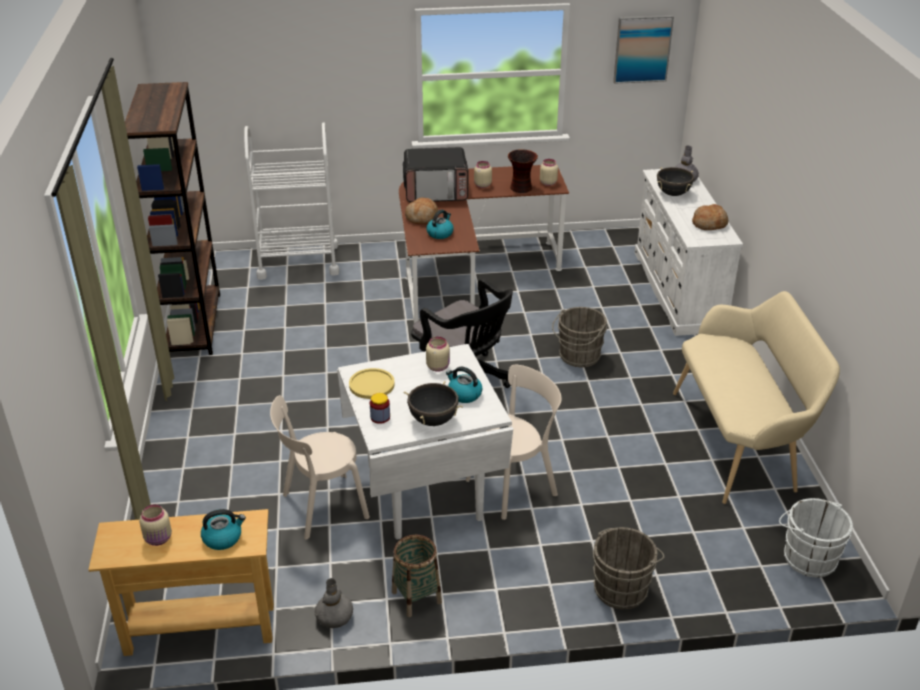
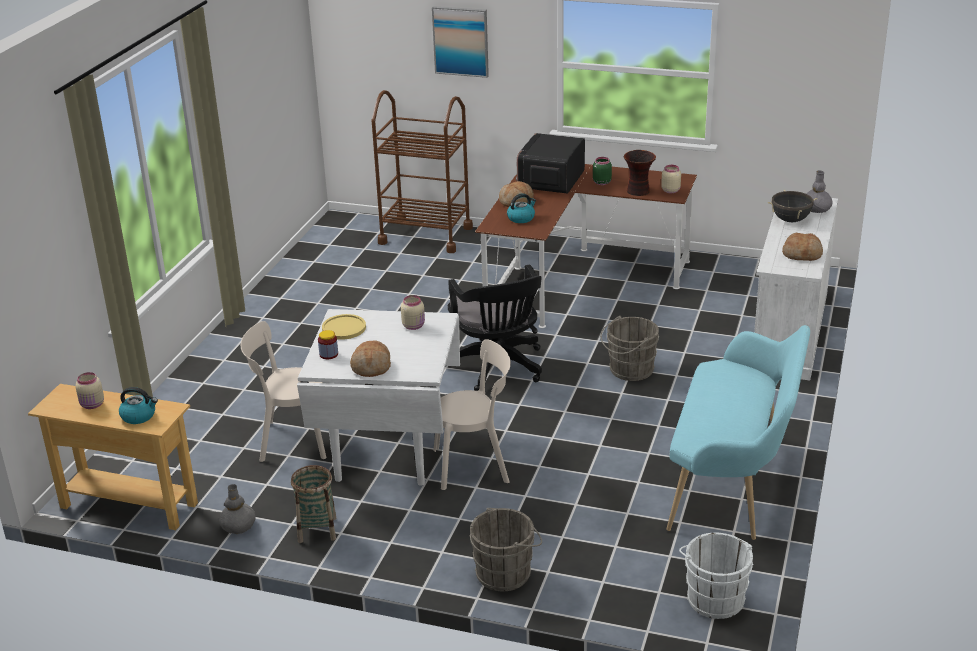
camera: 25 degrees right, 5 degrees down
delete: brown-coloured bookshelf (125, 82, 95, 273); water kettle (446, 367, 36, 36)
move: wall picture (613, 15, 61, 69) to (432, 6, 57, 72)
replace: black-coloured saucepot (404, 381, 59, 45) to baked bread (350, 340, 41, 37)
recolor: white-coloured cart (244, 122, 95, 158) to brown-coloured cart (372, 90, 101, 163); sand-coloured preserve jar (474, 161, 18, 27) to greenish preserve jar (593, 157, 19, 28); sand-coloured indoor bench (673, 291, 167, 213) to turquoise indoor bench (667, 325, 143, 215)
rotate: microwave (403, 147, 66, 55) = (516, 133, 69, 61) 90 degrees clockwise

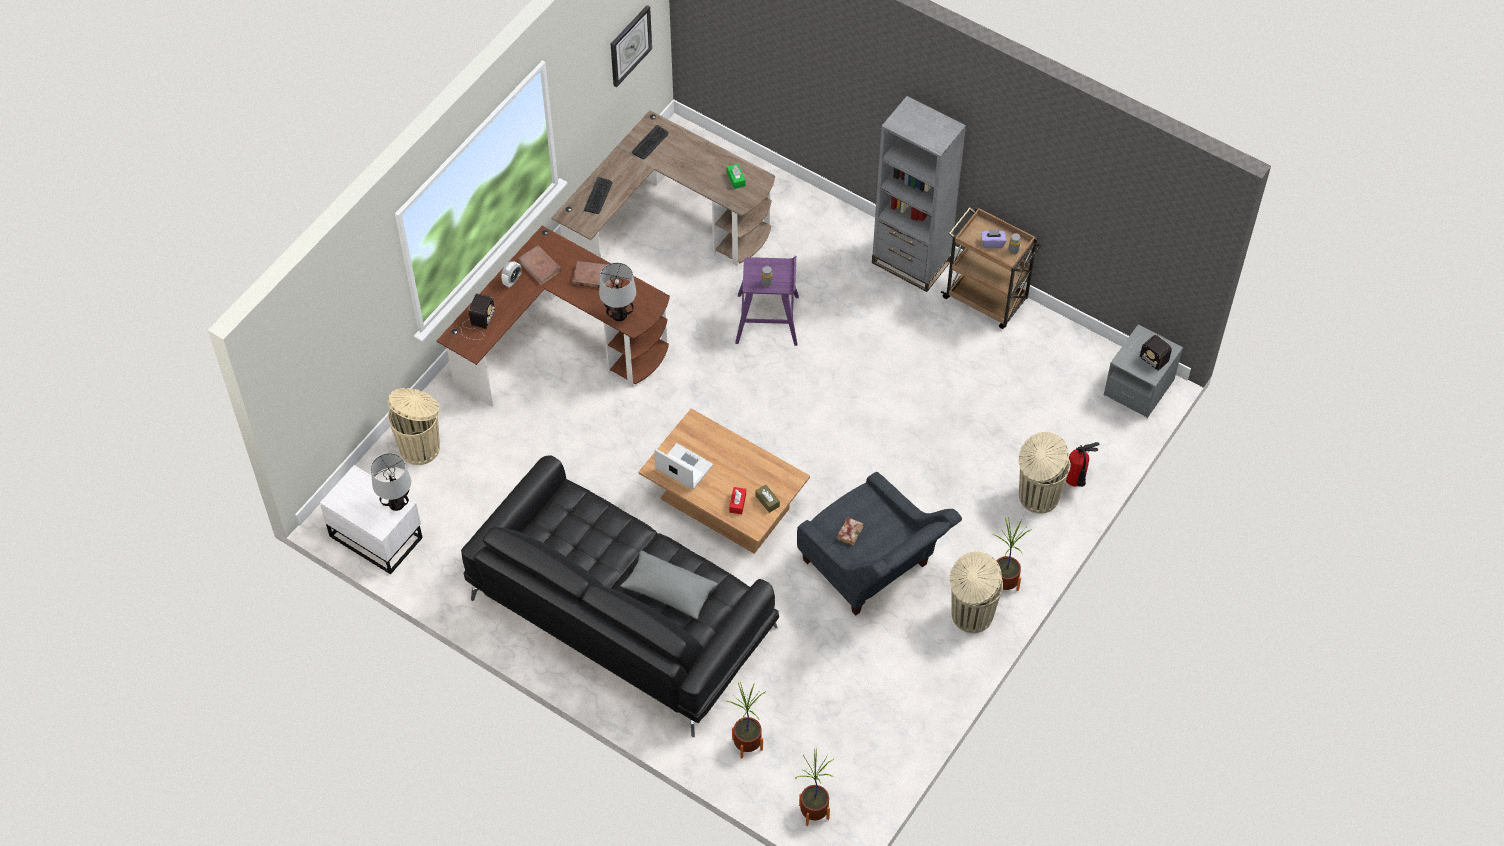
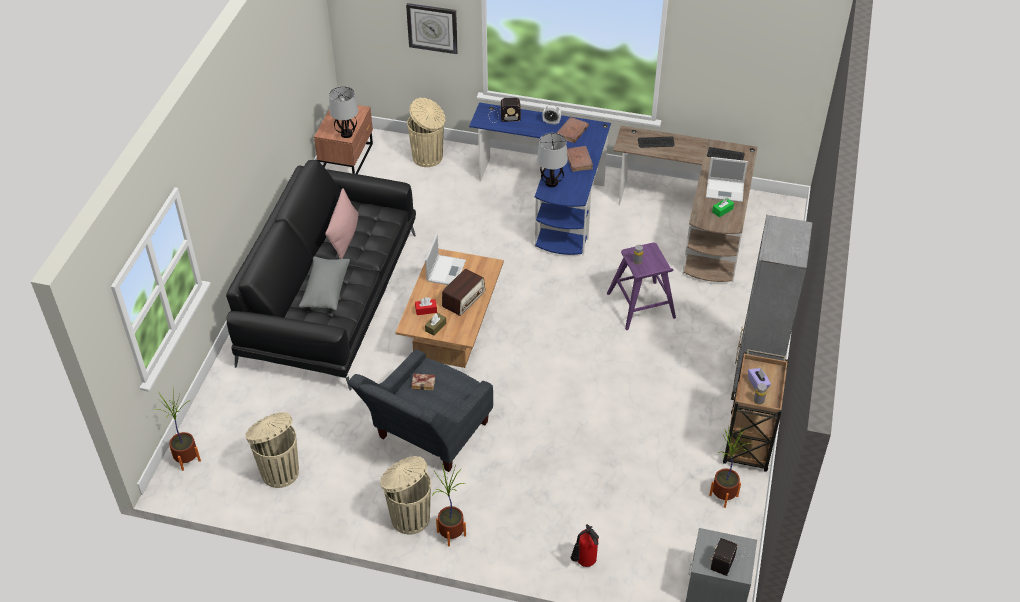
camera: 70 degrees right, 10 degrees down
insert: pink-coloured cushion (325, 188, 34, 71); radio set (442, 269, 43, 47); portable computer (706, 157, 42, 45)
move: sand-coloured trash can (1018, 432, 52, 82) to (245, 412, 54, 76); clock on the wall (611, 5, 41, 82) to (406, 3, 52, 51); plant in a pot (726, 682, 40, 76) to (709, 427, 41, 81)
recolor: white-coloured nightstand (320, 465, 103, 109) to brown-coloured nightstand (314, 105, 59, 69); brown-coloured desk (437, 226, 233, 181) to blue-coloured desk (469, 102, 142, 153)

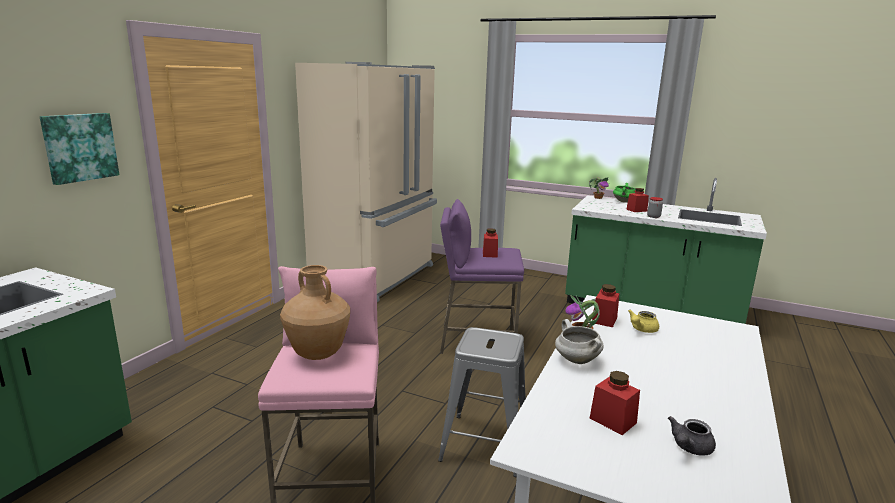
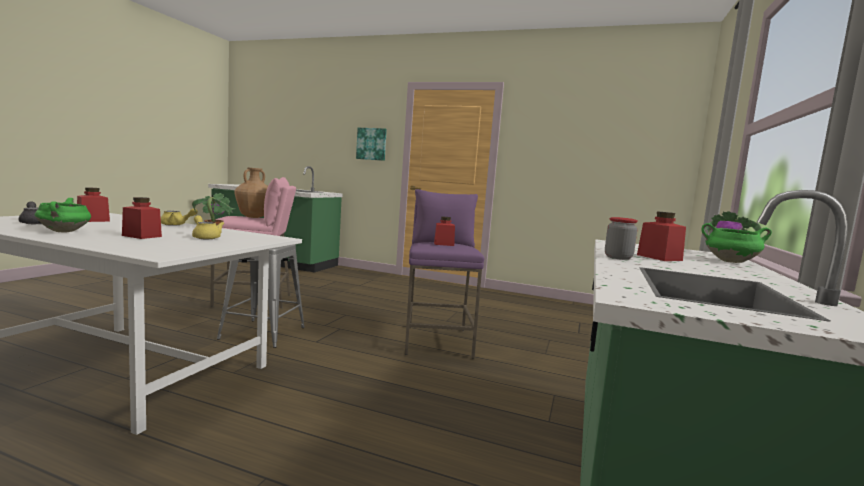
camera: 85 degrees right, 10 degrees down
delete: sand-coloured refrigerator (295, 62, 142, 240)
insert: greenish saucepot (35, 198, 56, 34)
move: red-coloured preserve jar (592, 284, 28, 43) to (122, 197, 40, 42)
replace: white-coloured saucepot (555, 319, 49, 45) to yellow-coloured pot for tea (161, 208, 37, 18)

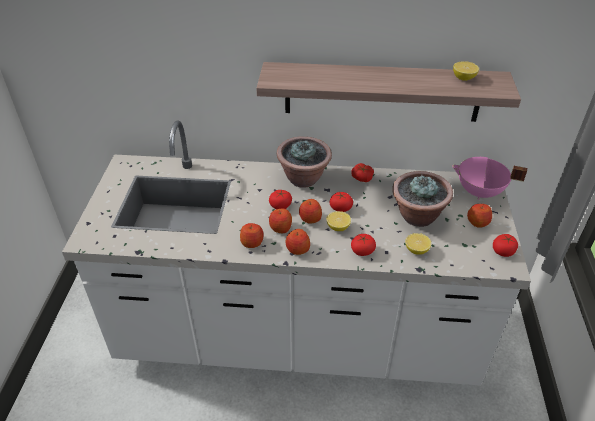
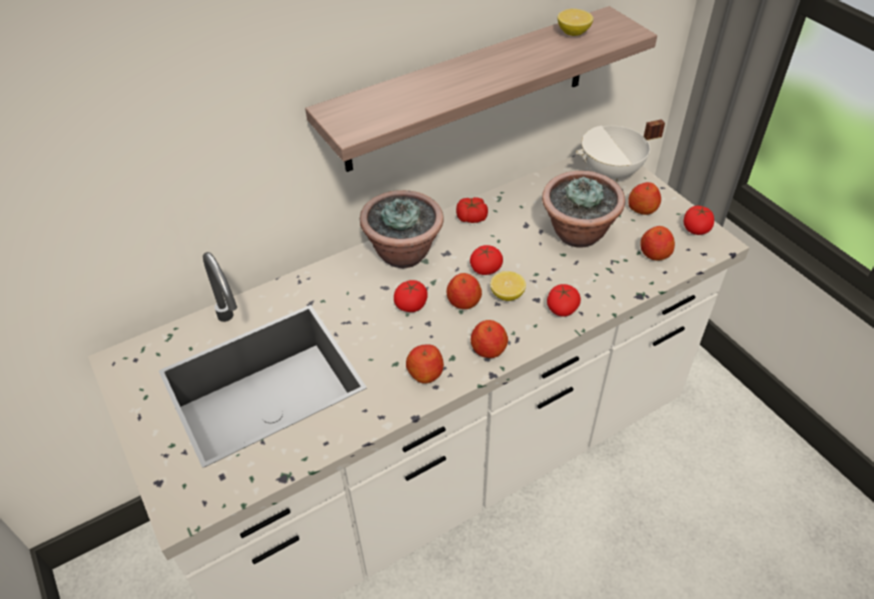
camera: 35 degrees left, 5 degrees up
delete: lemon (405, 233, 26, 22)
move: apple (269, 209, 23, 24) to (640, 226, 35, 35)
recolor: pink-coloured saucepot (452, 157, 75, 43) to white-coloured saucepot (576, 119, 89, 63)

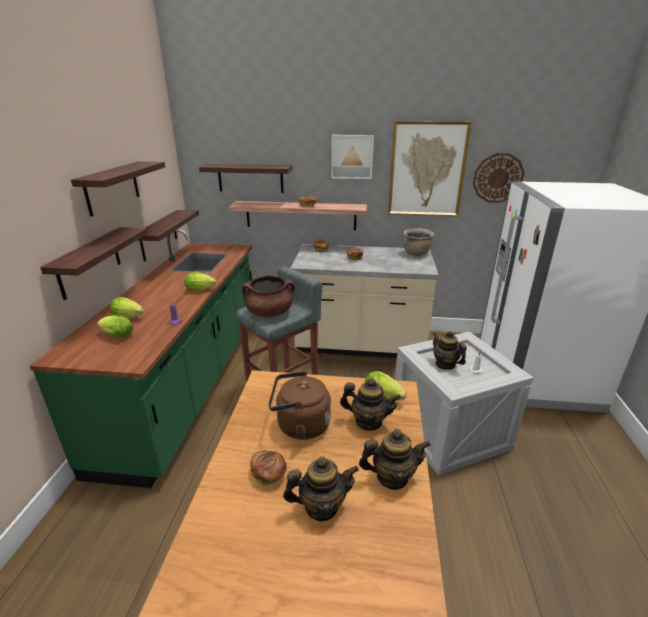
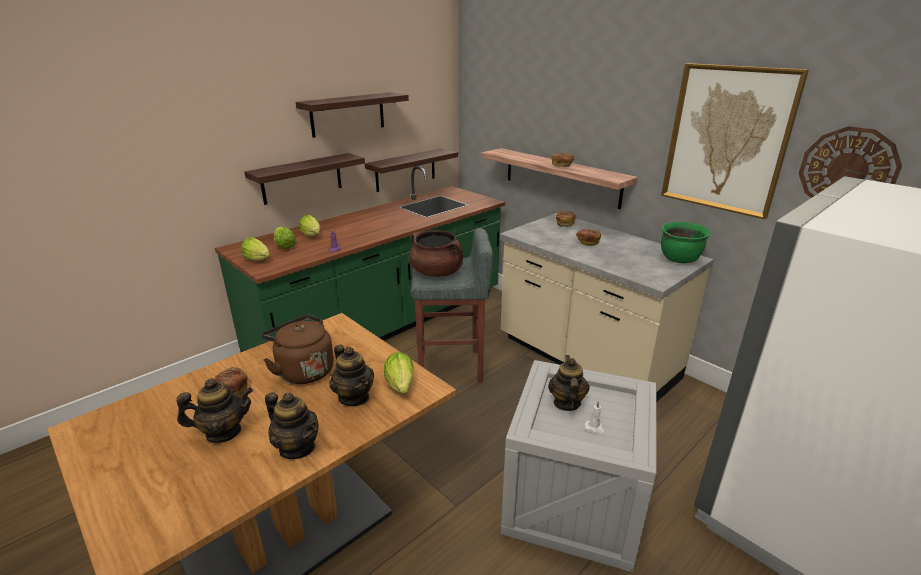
camera: 40 degrees right, 0 degrees up
delete: bracket shelf (199, 164, 94, 29); wall picture (331, 135, 43, 44)
move: head of lettuce (184, 272, 32, 19) to (241, 237, 29, 24)
recolor: brown-coloured saucepot (403, 228, 31, 28) to greenish saucepot (661, 222, 50, 41)
rotate: pot for tea (283, 457, 76, 65) = (176, 378, 77, 65) 45 degrees counterclockwise

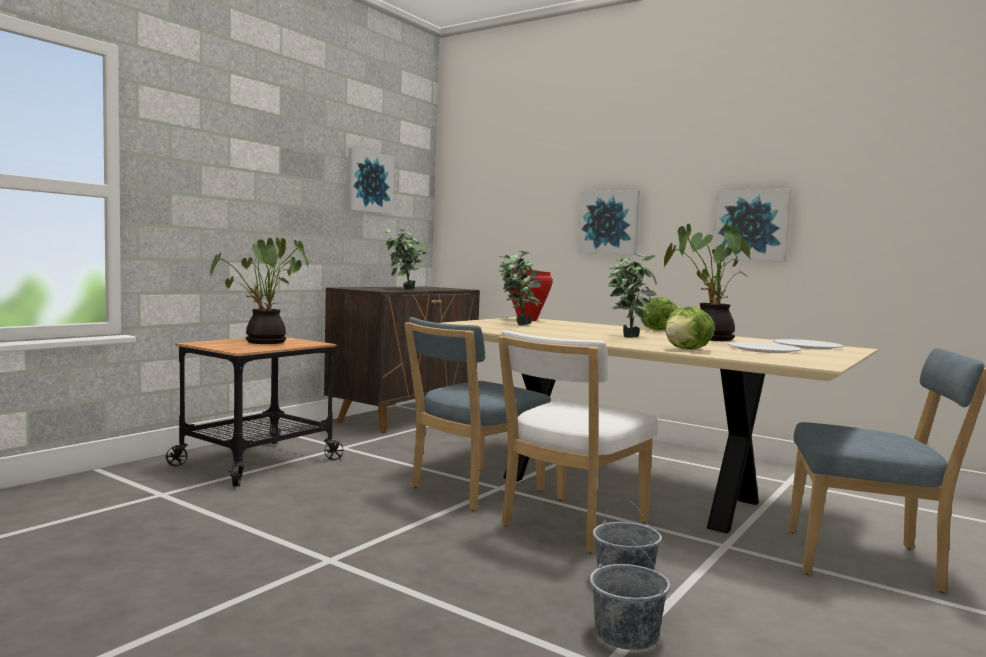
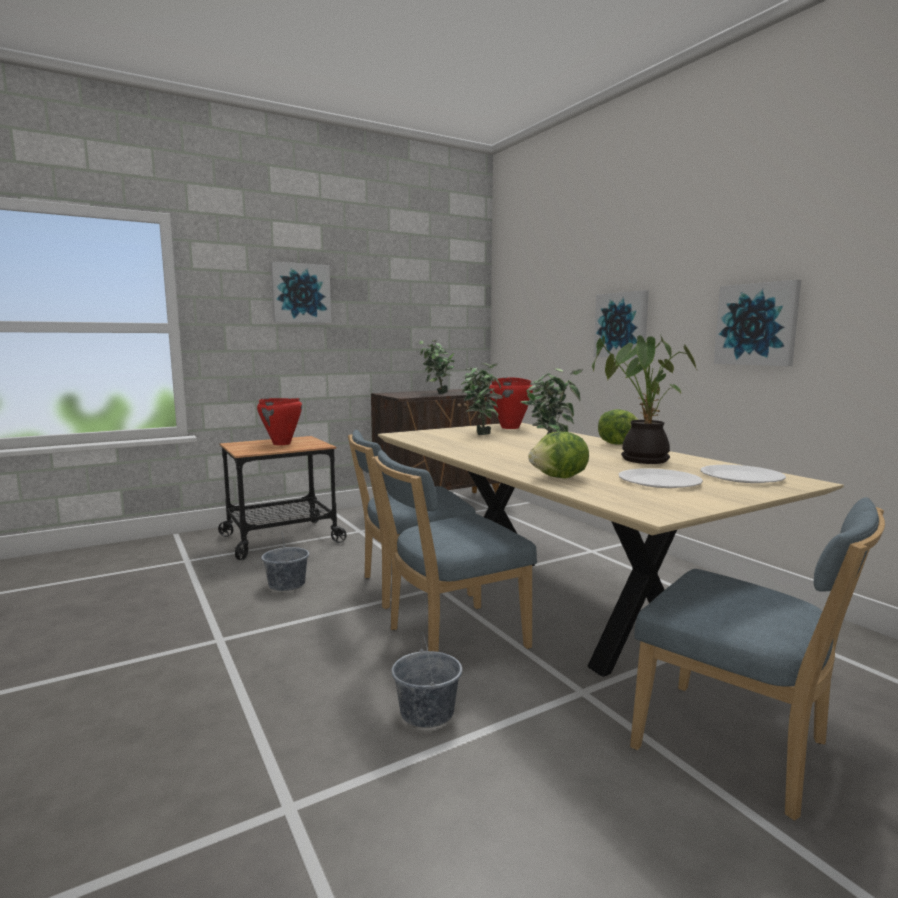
camera: 25 degrees right, 5 degrees up
move: grey bucket (590, 539, 81, 111) to (261, 531, 48, 60); wall picture (347, 148, 47, 66) to (271, 261, 60, 62)
replace: plant in a pot (210, 238, 99, 106) to red-coloured saucepot (257, 398, 45, 47)
recolor: white-coloured upright chair (498, 330, 160, 223) to blue-coloured upright chair (372, 450, 165, 202)

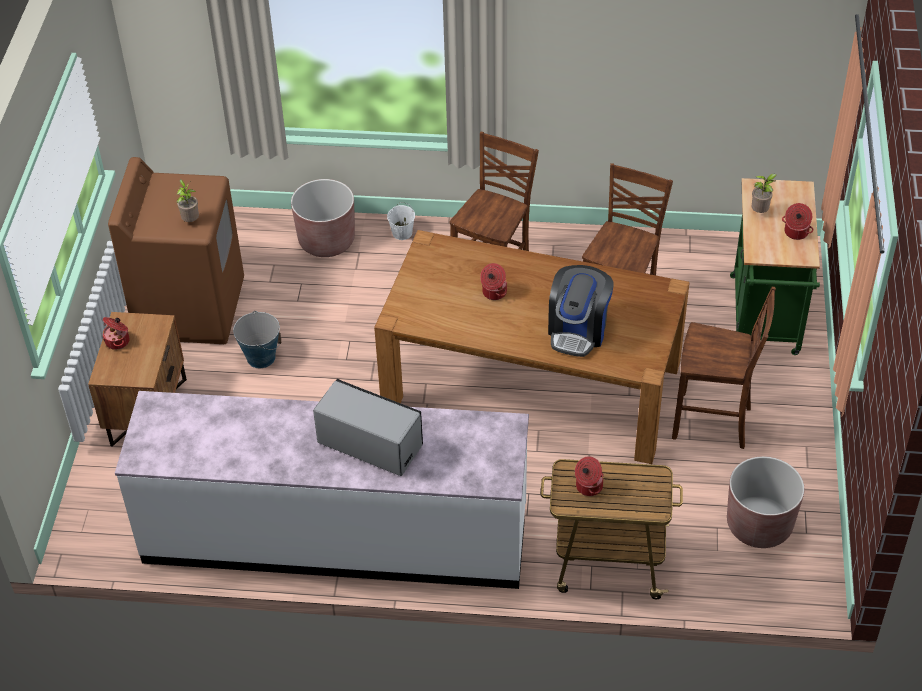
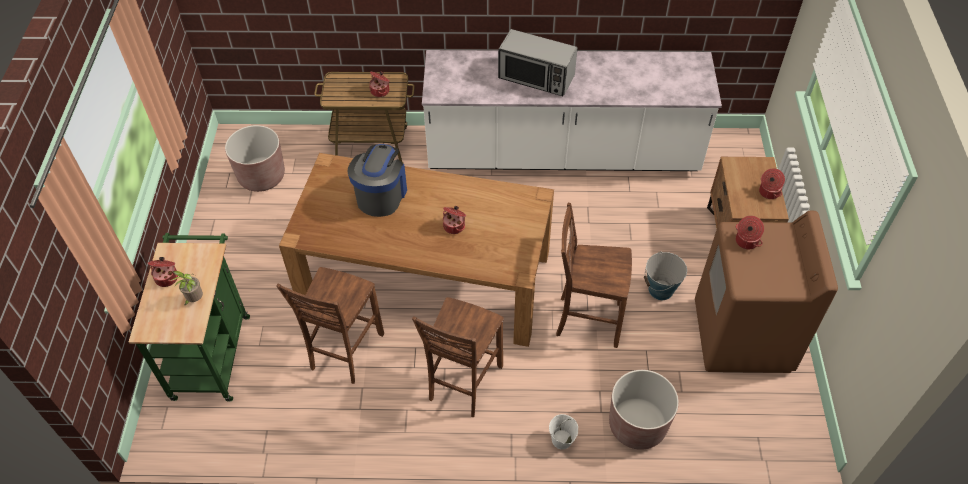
camera: 175 degrees right, 5 degrees up
move: brown-coloured upright chair (672, 287, 104, 162) to (556, 203, 76, 145)
replace: plant in a pot (176, 179, 23, 43) to saucepot (736, 216, 28, 33)

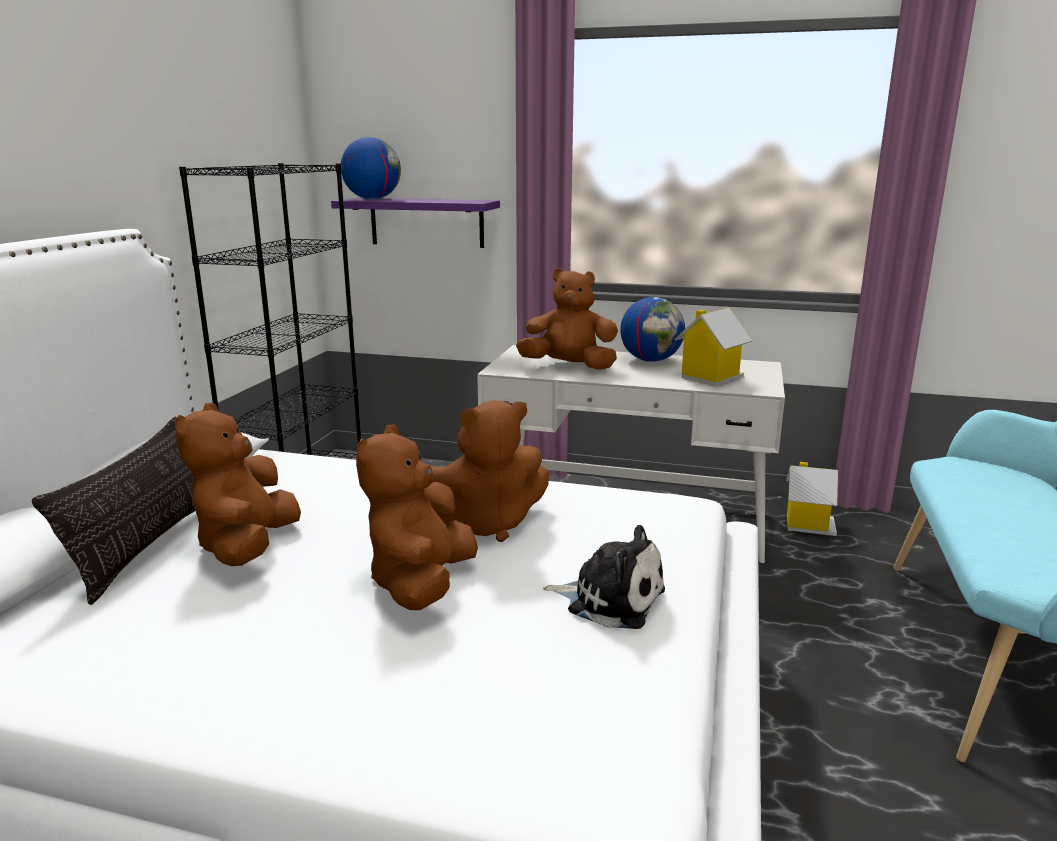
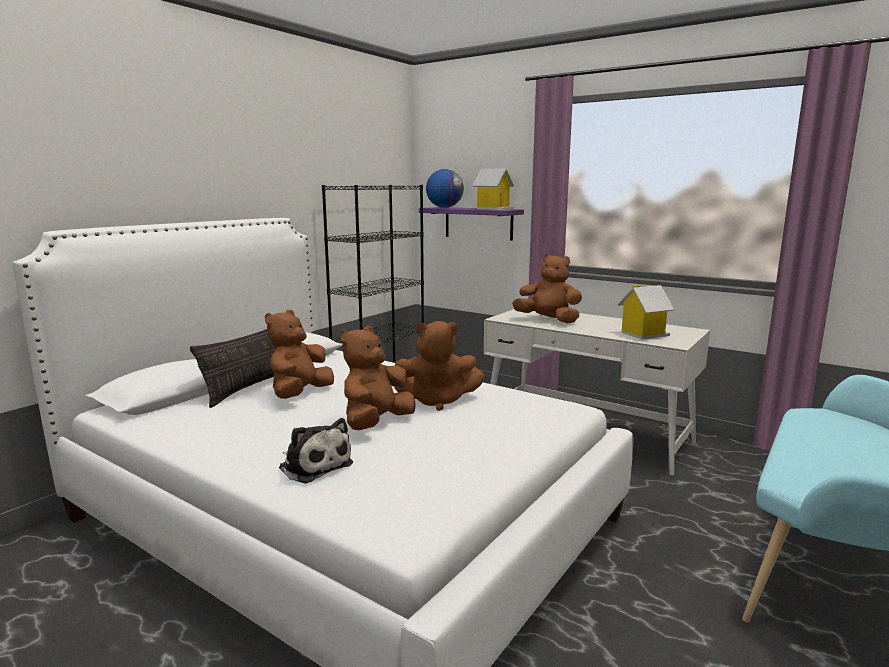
camera: 20 degrees right, 5 degrees down
delete: globe (620, 297, 65, 65)
move: plush toy (543, 525, 122, 104) to (279, 418, 74, 66); model house (786, 462, 52, 74) to (473, 168, 41, 42)

